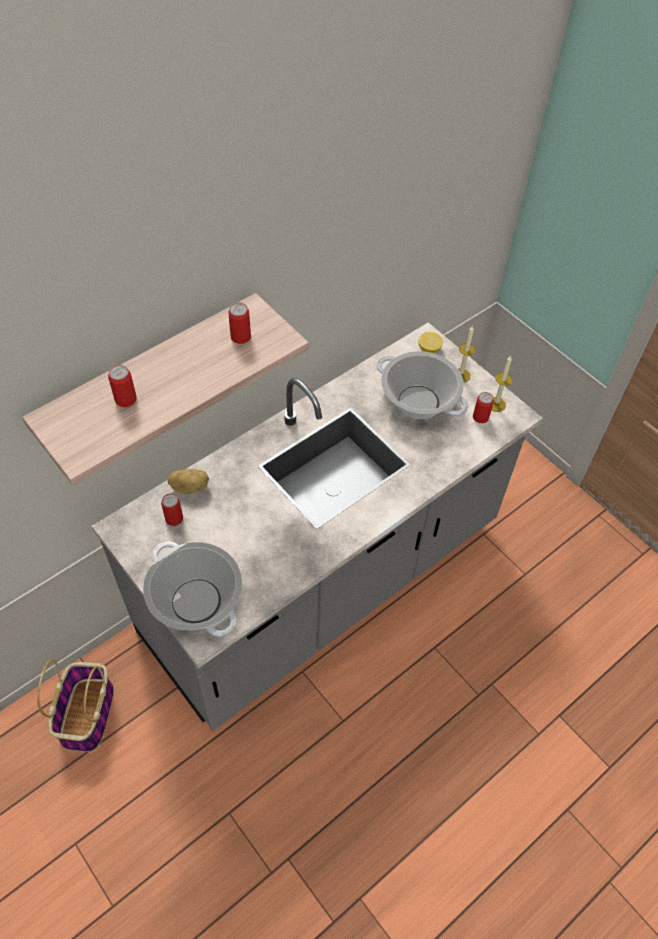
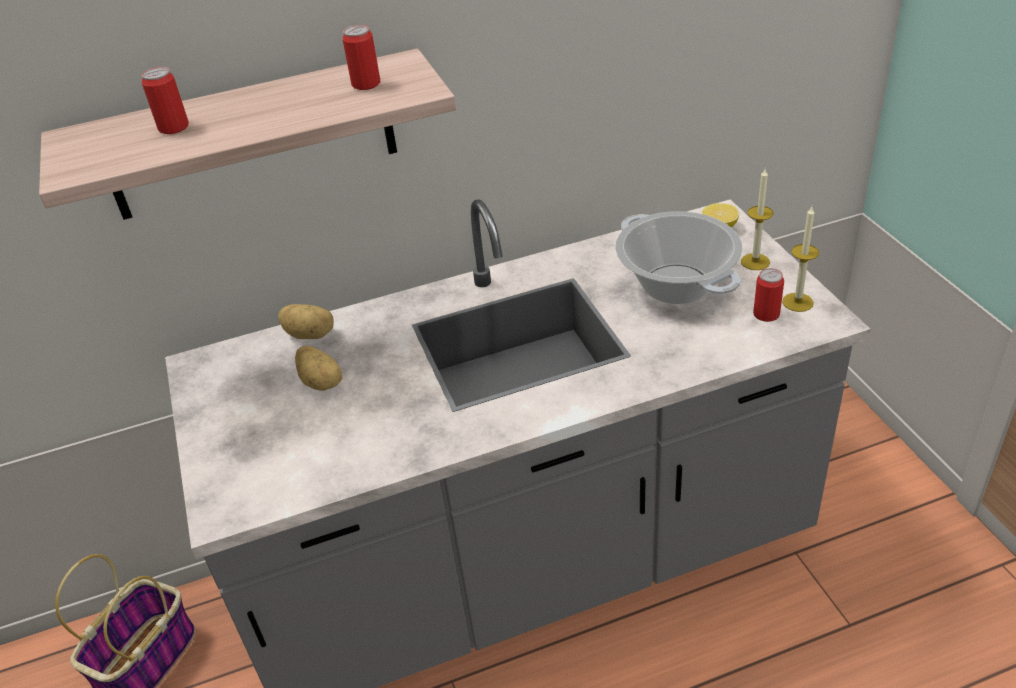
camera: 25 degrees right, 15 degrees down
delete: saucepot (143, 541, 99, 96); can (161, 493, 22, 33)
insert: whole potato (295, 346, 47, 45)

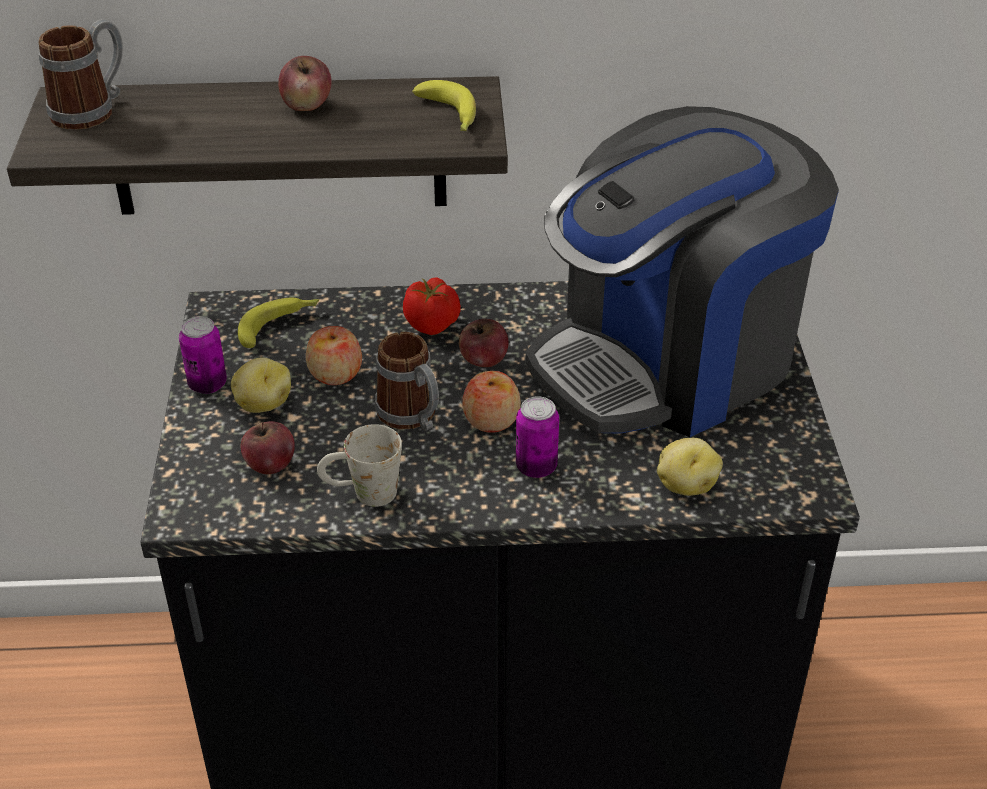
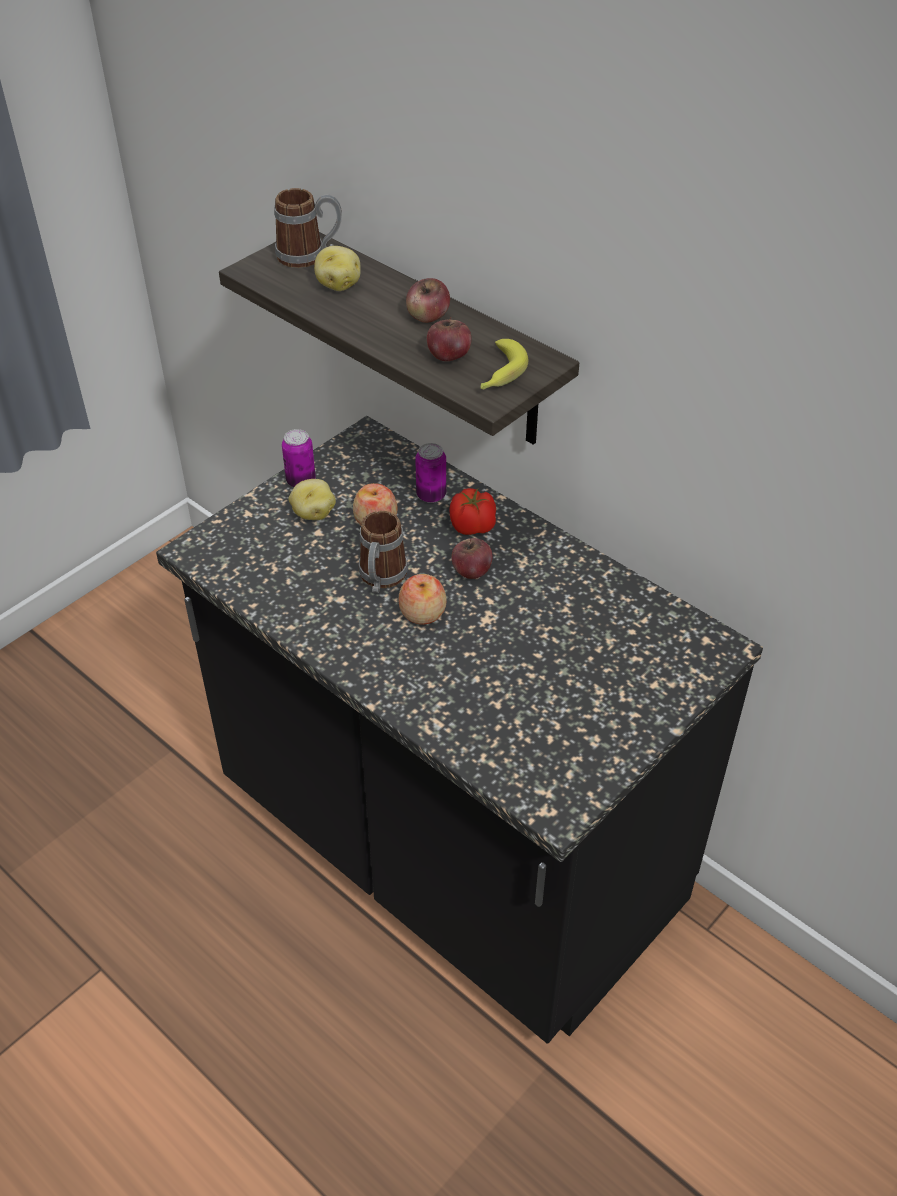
camera: 45 degrees right, 5 degrees up
delete: banana fruit (238, 298, 81, 50); white-coloured mug (317, 424, 85, 83); coffee machine (525, 106, 314, 331)
move: whole potato (657, 438, 66, 58) to (314, 246, 46, 45); can (516, 396, 43, 82) to (415, 443, 31, 60); apple (240, 421, 55, 53) to (427, 317, 44, 44)

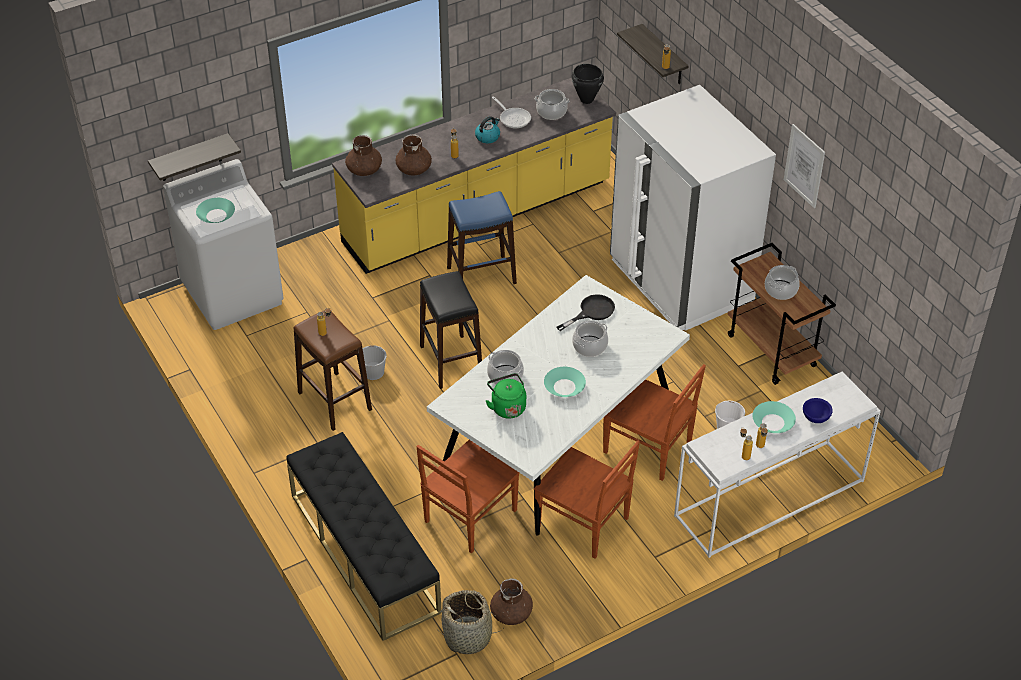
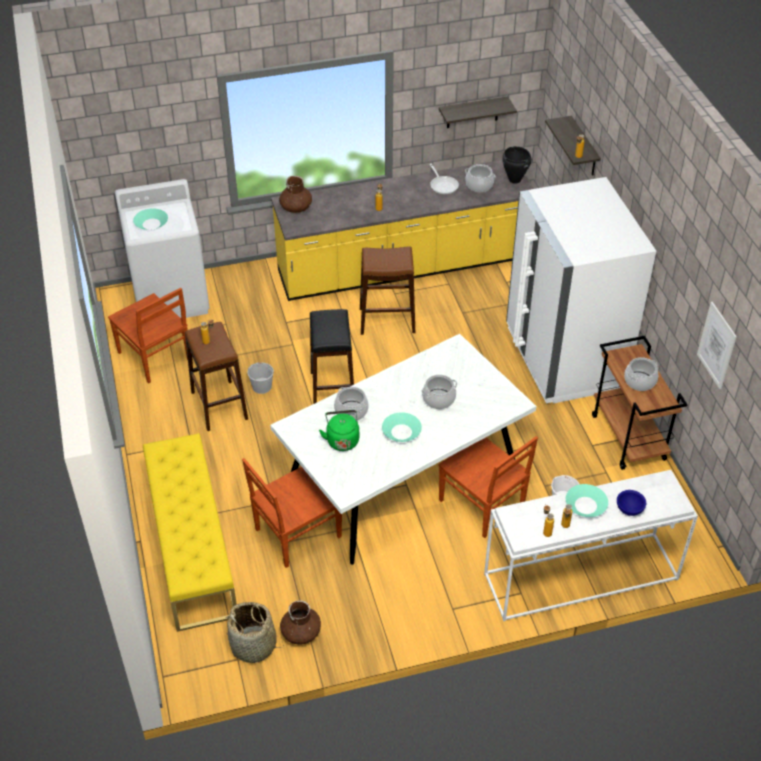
camera: 15 degrees right, 0 degrees up
delete: brown-coloured decorative vase (396, 134, 36, 41); water kettle (475, 116, 25, 27); black-coloured skillet (557, 294, 58, 37)
move: brown-coloured upright chair (534, 441, 106, 118) to (108, 288, 80, 95); bracket shelf (148, 133, 93, 48) to (439, 97, 78, 31); wall picture (784, 124, 41, 84) to (697, 302, 40, 87)
recolor: black-coloured indoor bench (286, 432, 156, 209) to yellow-coloured indoor bench (143, 433, 94, 199); blue-coloured stool (447, 191, 70, 93) to brown-coloured stool (360, 246, 55, 89)

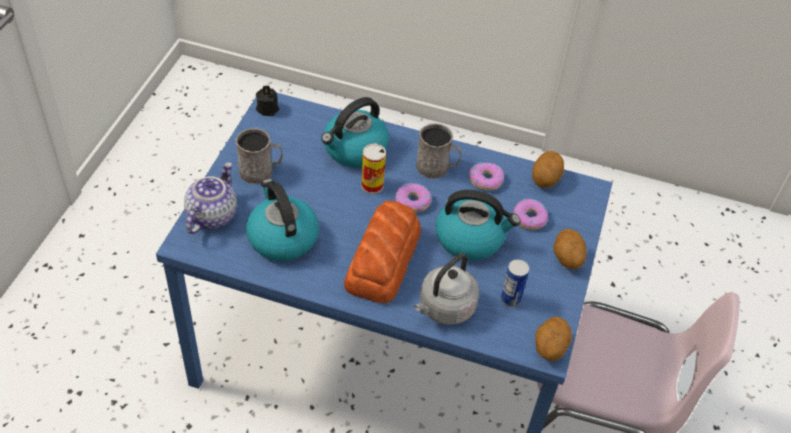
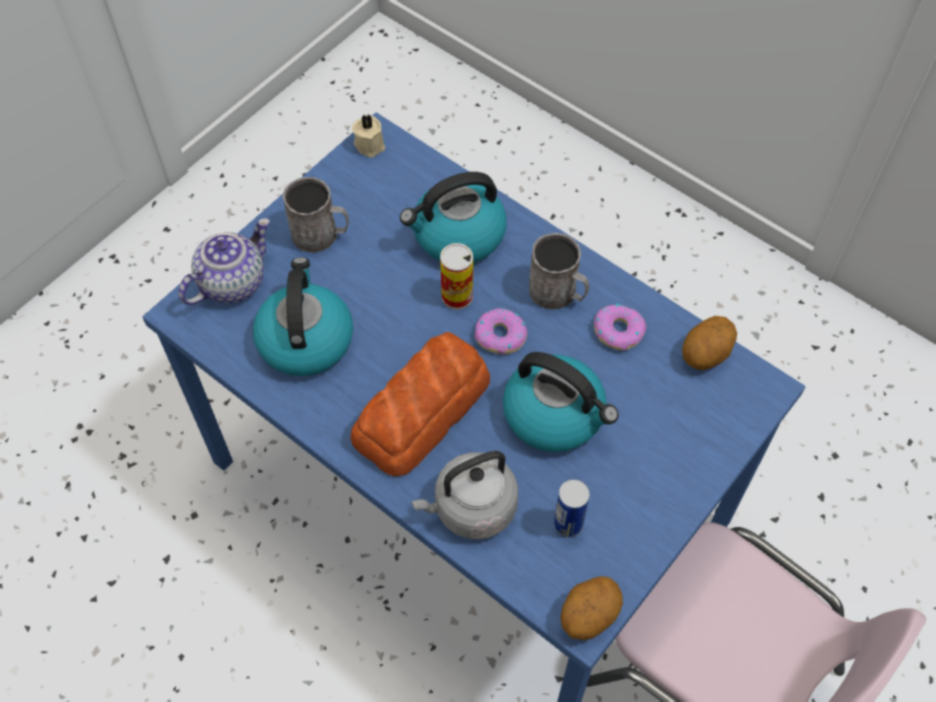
camera: 25 degrees right, 10 degrees up
delete: donut (513, 199, 35, 31); whole potato (553, 229, 34, 40)
recolor: black-coloured candle (256, 85, 23, 31) to sand-coloured candle (352, 114, 33, 44)

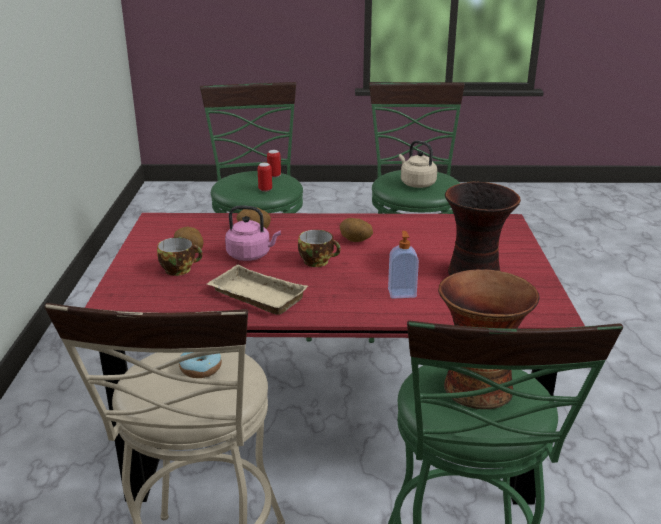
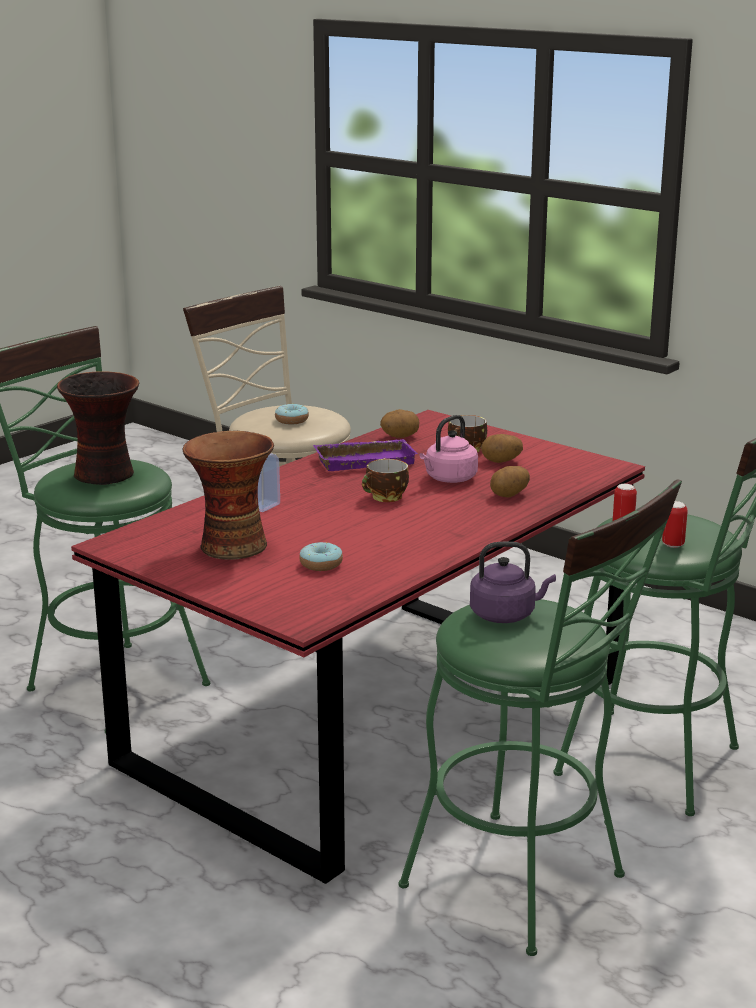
camera: 130 degrees right, 5 degrees down
insert: donut (299, 542, 44, 29)
move: whole potato (340, 218, 33, 24) to (380, 409, 39, 29)
recolor: sand-coloured carrying tray (207, 265, 101, 50) to purple-coloured carrying tray (313, 439, 105, 32); sand-coloured water kettle (399, 140, 38, 48) to purple-coloured water kettle (470, 542, 86, 81)

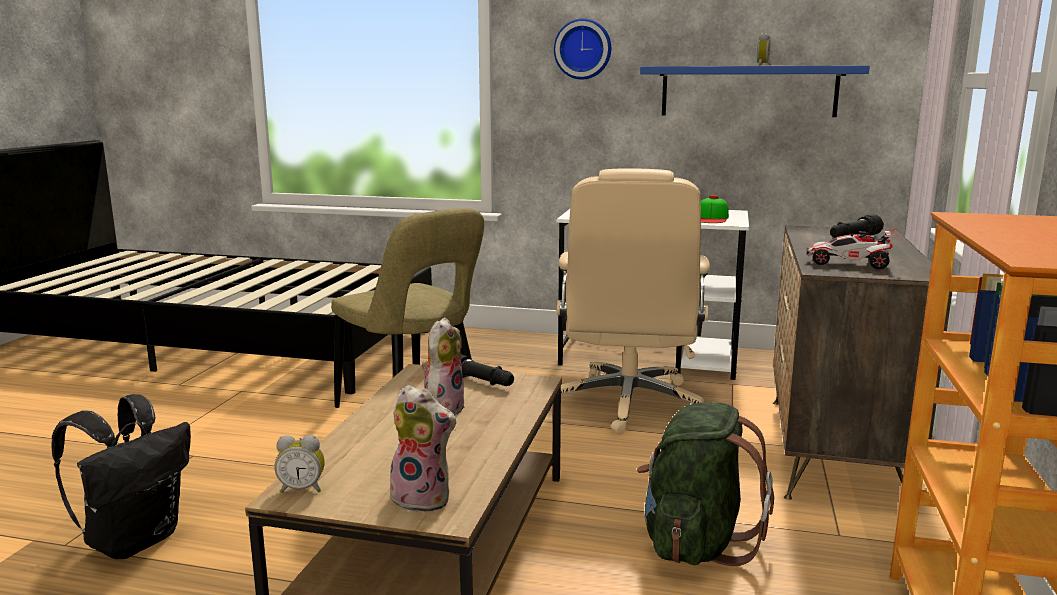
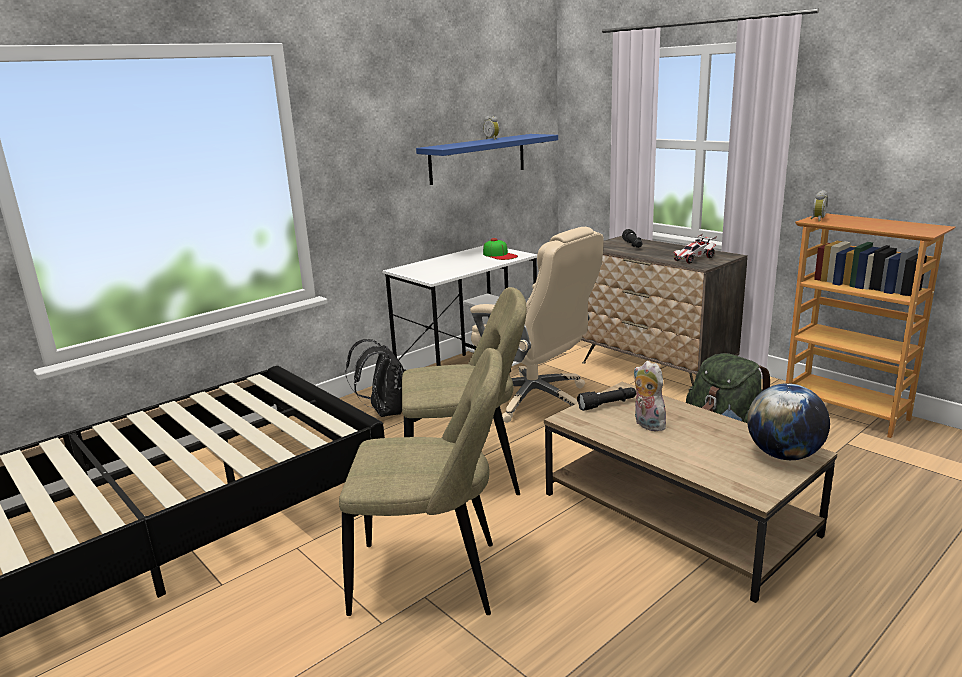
camera: 55 degrees left, 5 degrees up
delete: clock on the wall (554, 18, 57, 62)
insert: sand-coloured upright chair (339, 348, 163, 268)
move: black-coloured knapsack (51, 394, 140, 165) to (345, 339, 59, 78); table clock (274, 435, 51, 58) to (810, 190, 18, 31)
replace: plush toy (390, 385, 66, 128) to globe (747, 383, 83, 77)

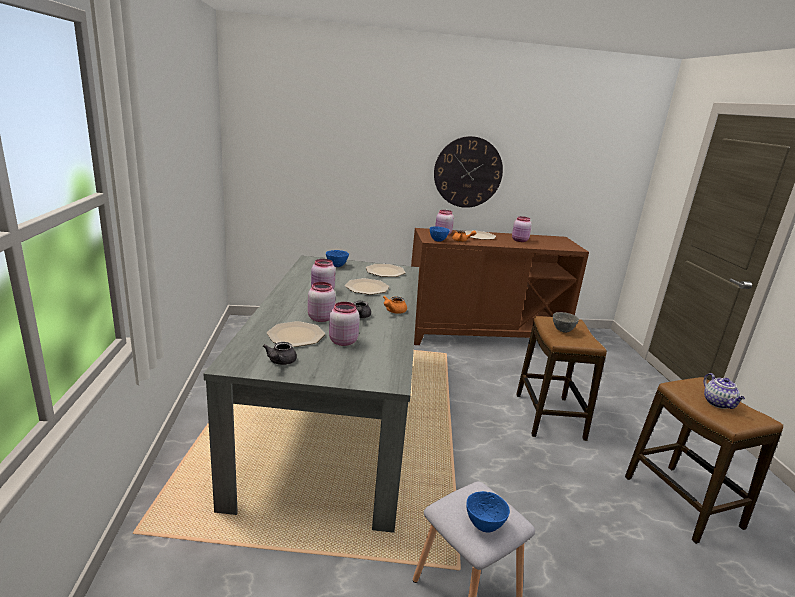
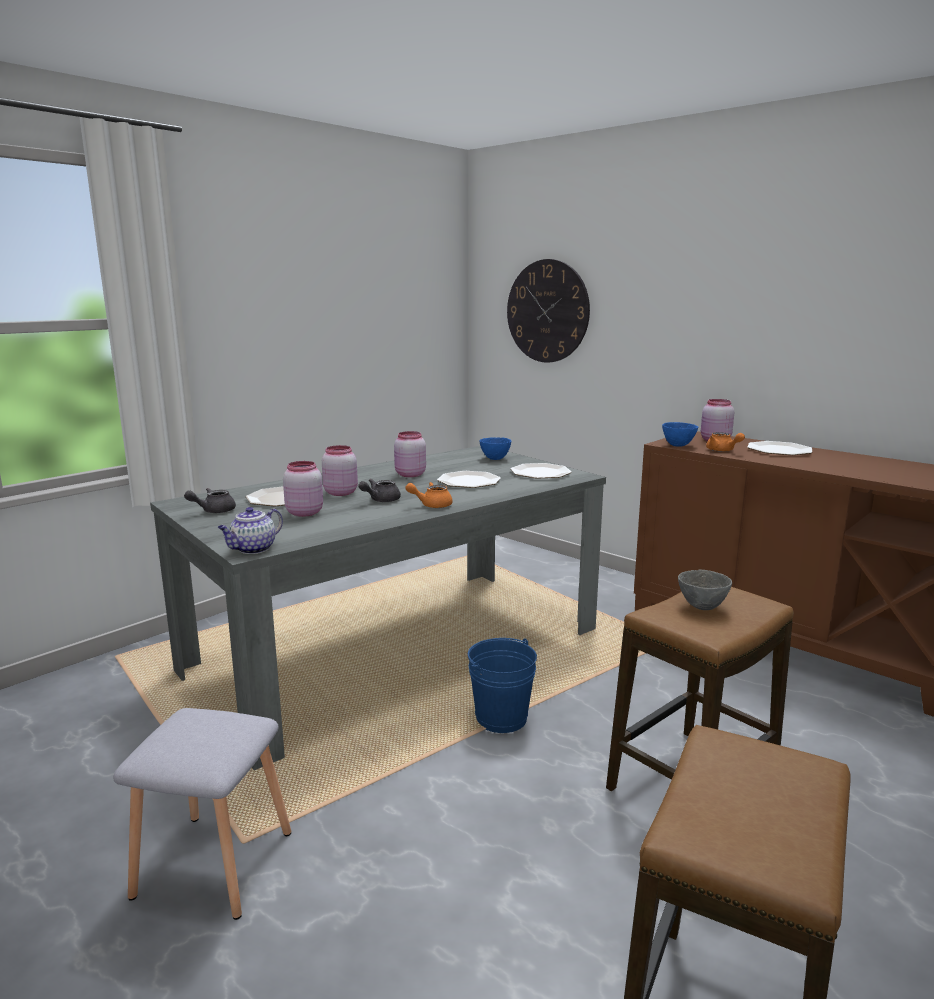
camera: 50 degrees right, 5 degrees down
delete: blue-coloured bowl (466, 491, 44, 42); pink-coloured preserve jar (512, 216, 20, 26)
insert: blue-coloured bucket (468, 638, 69, 95)
move: pot for tea (703, 373, 42, 36) to (218, 507, 65, 47); clock on the wall (434, 136, 69, 72) to (507, 259, 83, 104)

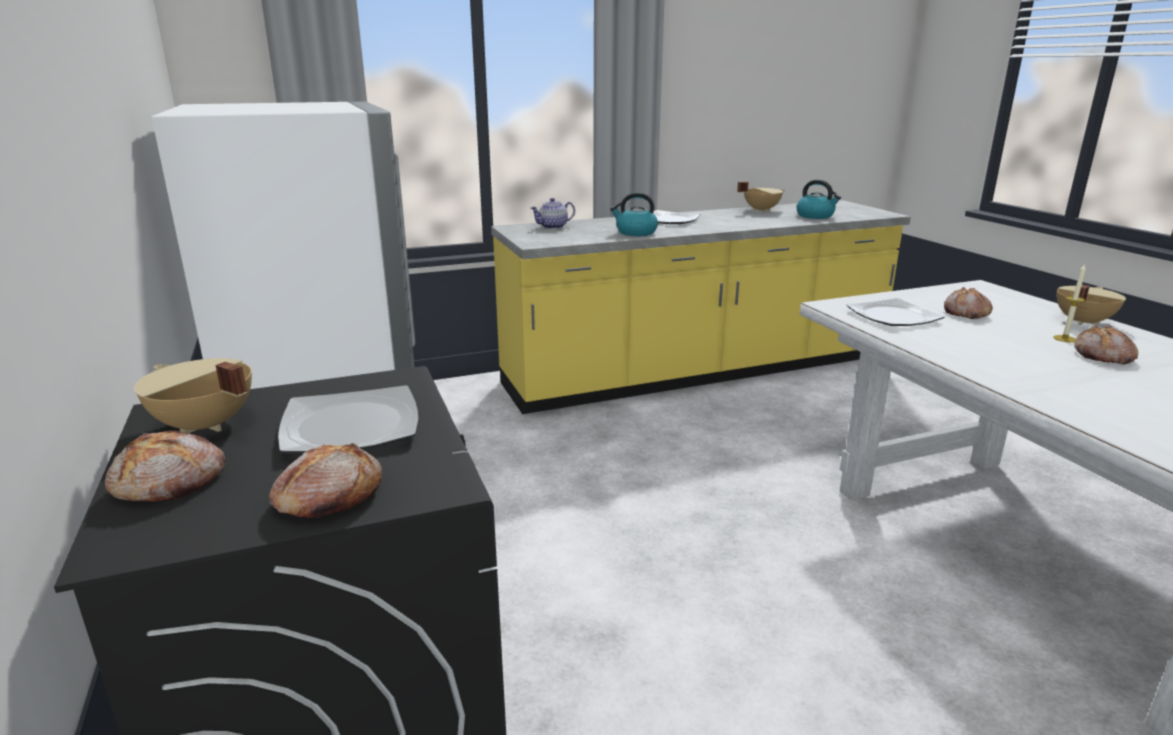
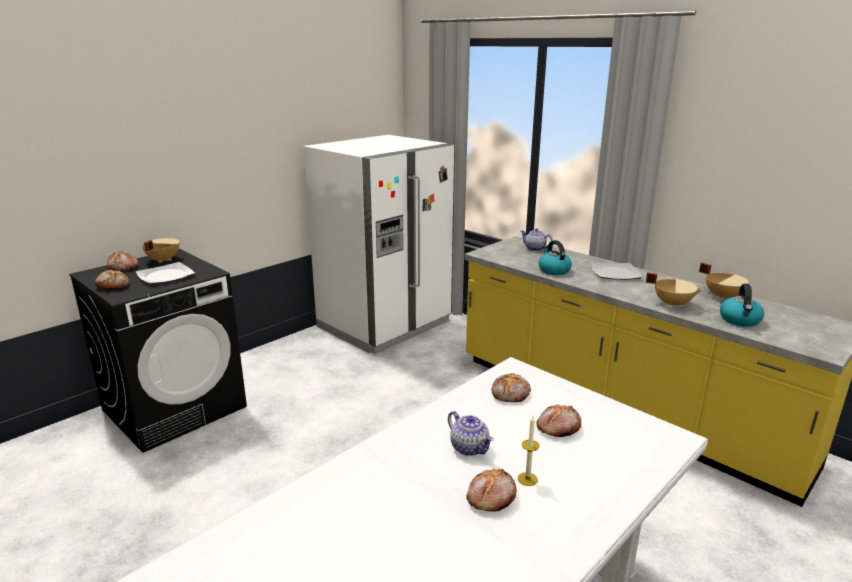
camera: 65 degrees right, 0 degrees up
insert: pot for tea (448, 411, 46, 45)
move: sand-coloured saucepot (1057, 285, 69, 40) to (646, 272, 58, 36)
replace: flat dish (846, 298, 99, 28) to baked bread (491, 373, 40, 29)

